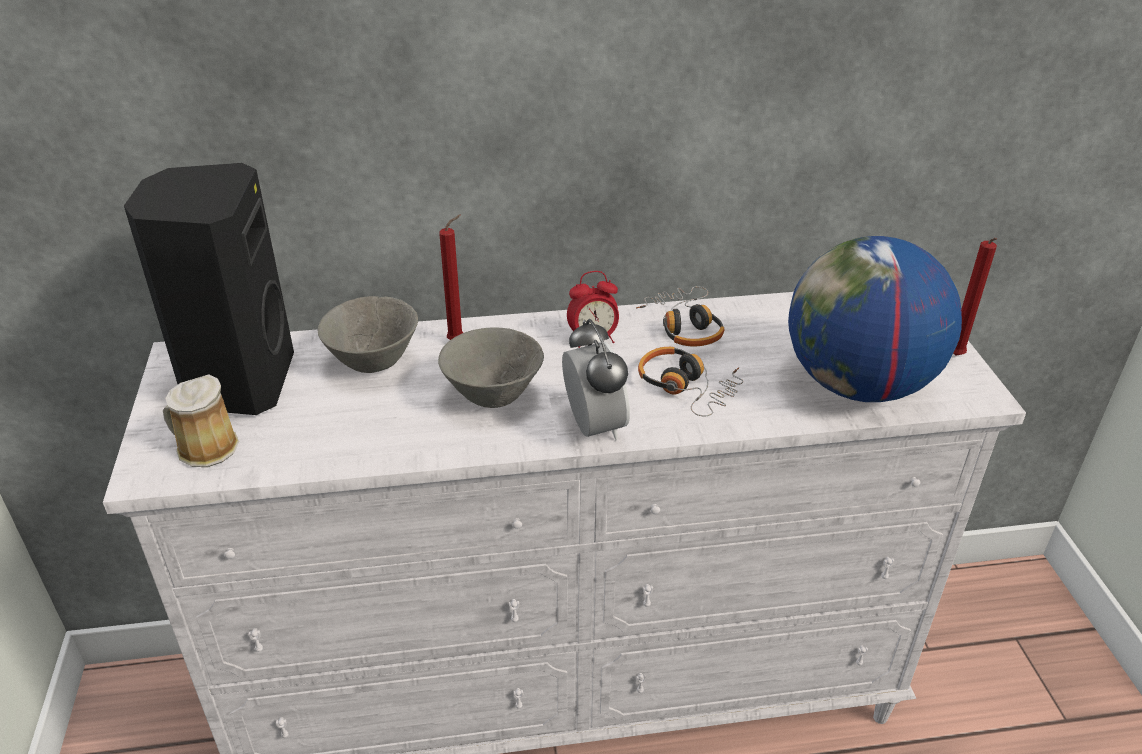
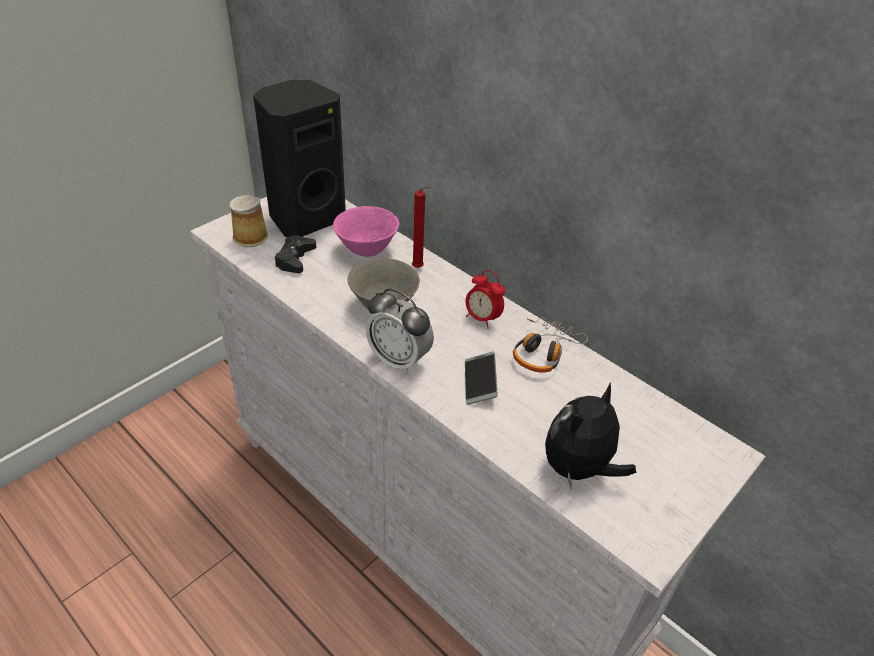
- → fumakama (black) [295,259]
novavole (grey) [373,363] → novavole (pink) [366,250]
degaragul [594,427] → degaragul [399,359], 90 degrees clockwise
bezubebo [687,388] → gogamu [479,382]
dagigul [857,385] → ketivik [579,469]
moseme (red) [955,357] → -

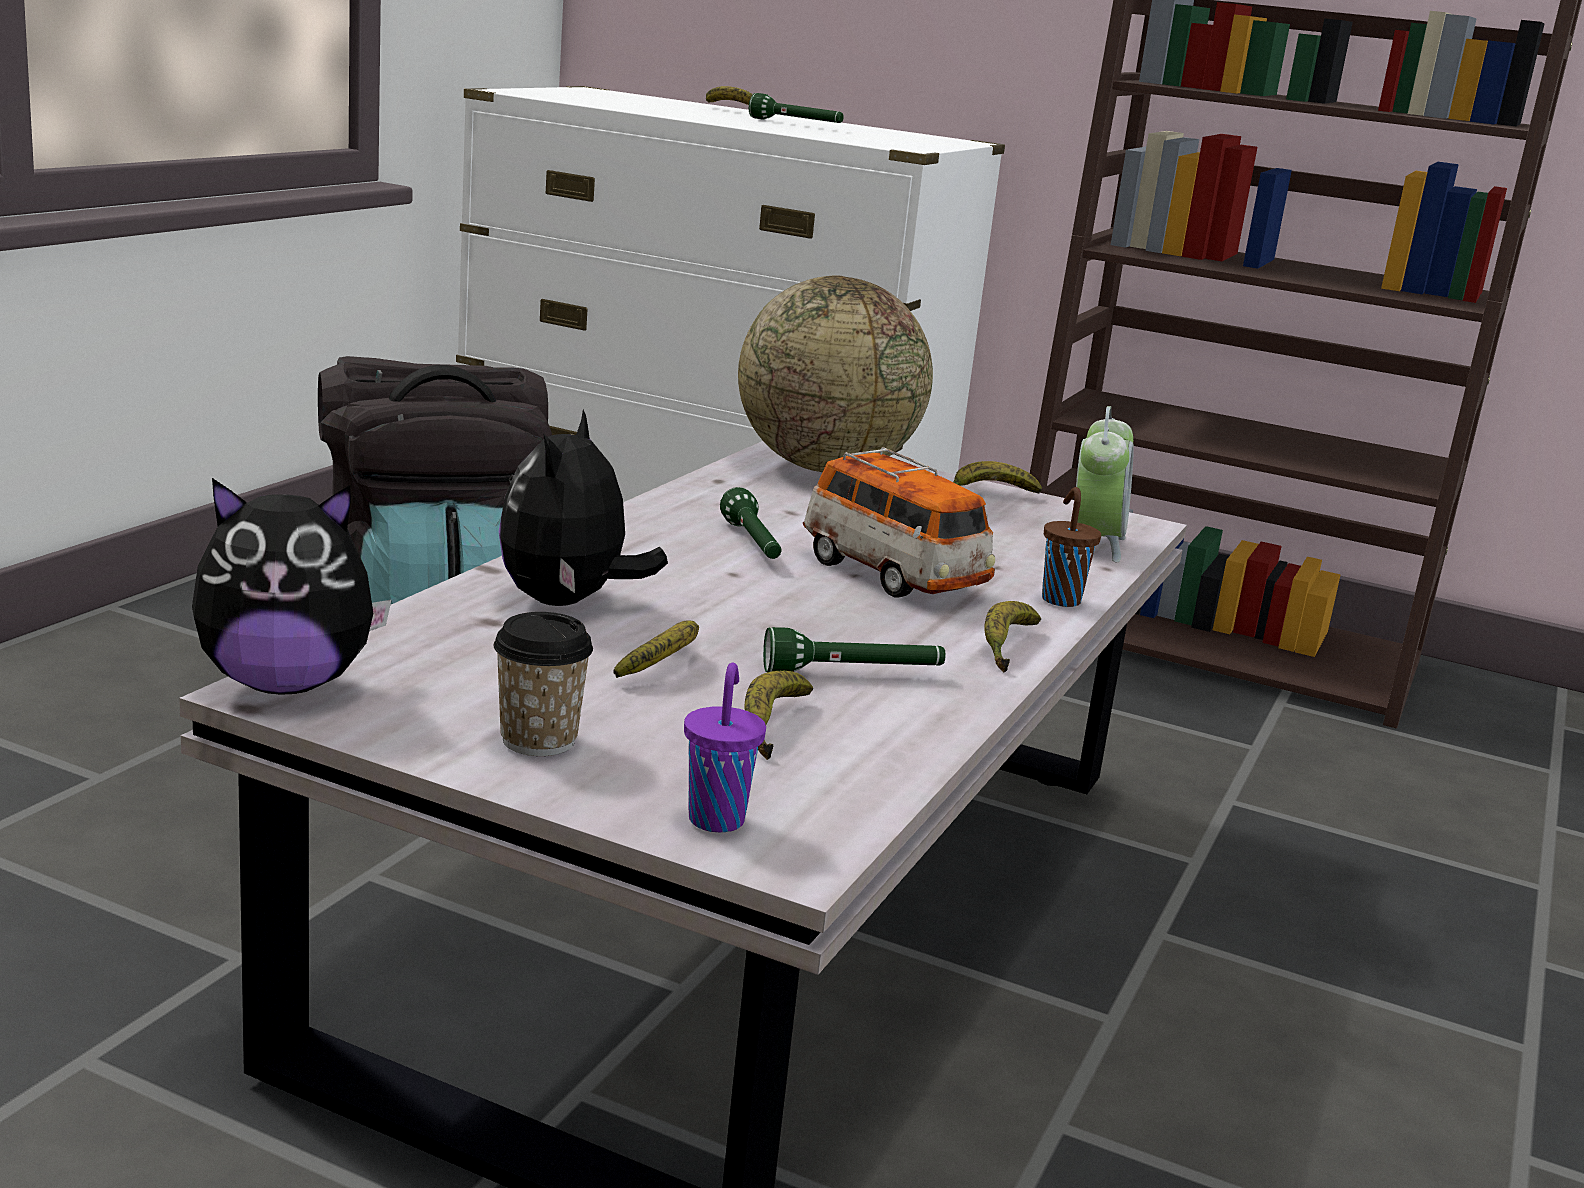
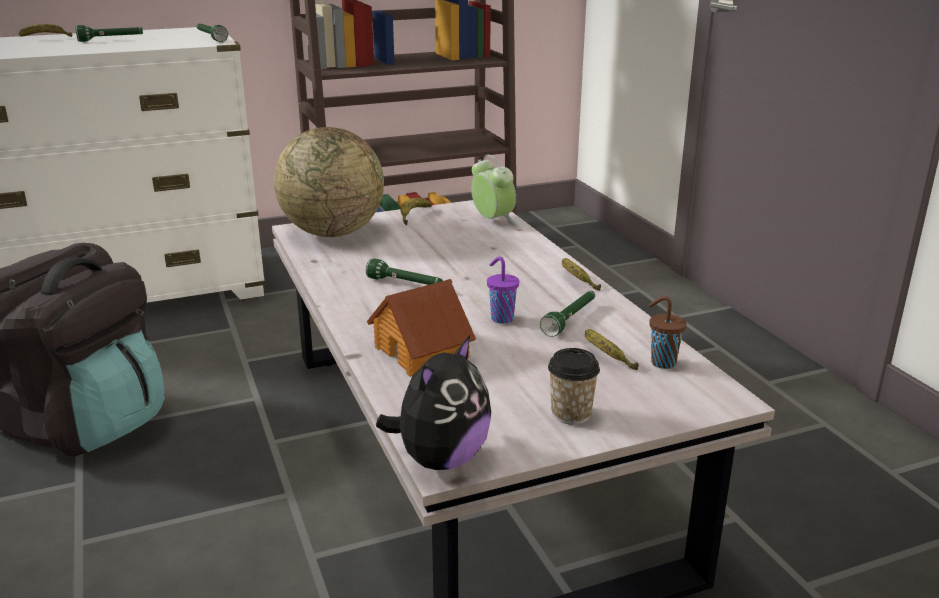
- → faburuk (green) [210,38]
ketivik [568,603] → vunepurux [422,351]
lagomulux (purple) [717,818] → lagomulux (purple) [501,318], move
lagomulux (brown) [1060,599] → lagomulux (brown) [661,362], move
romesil [664,665] → -
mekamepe [893,576] → -

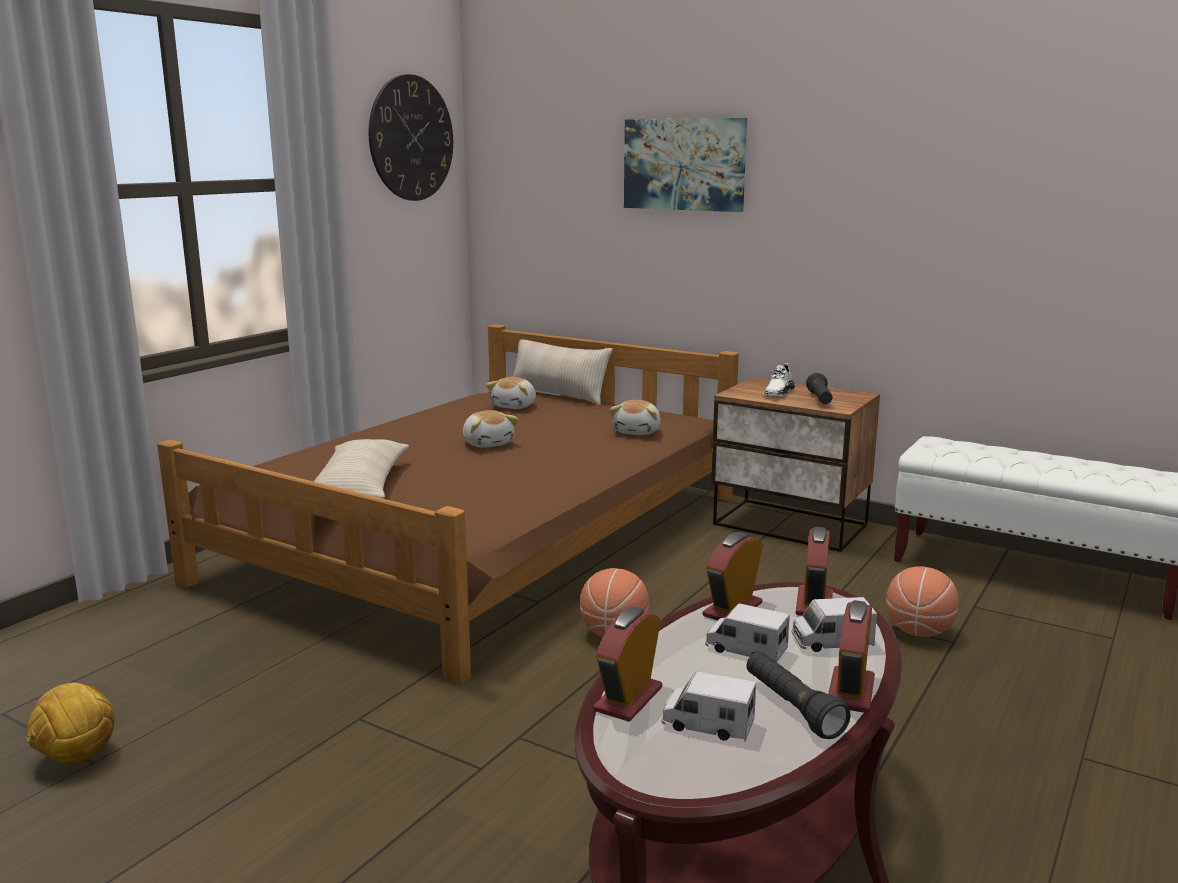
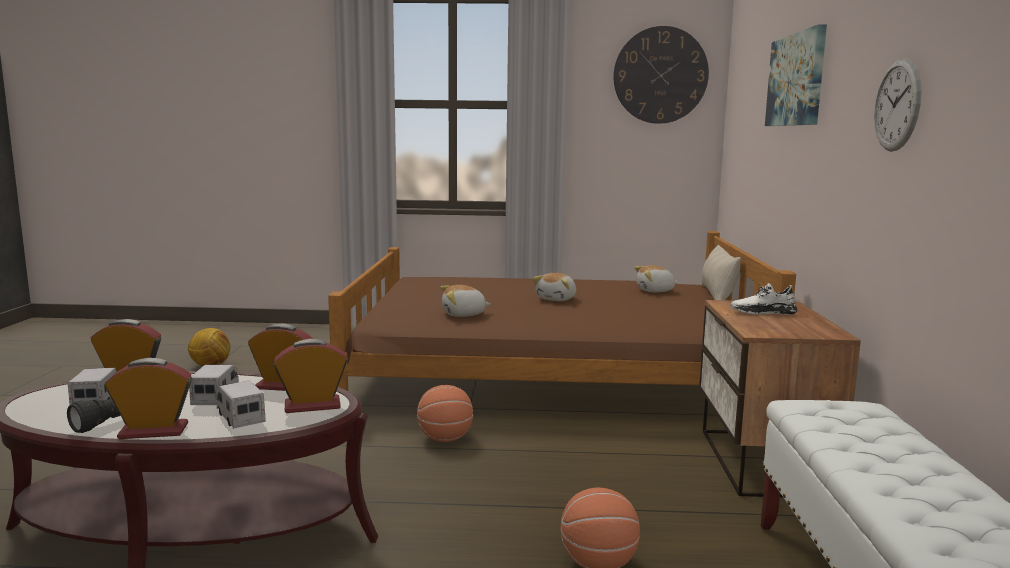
ketivik [638,432] → ketivik [464,314], move
- → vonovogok [897,105]
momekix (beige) [359,488] → -
faburuk (black) [820,400] → -

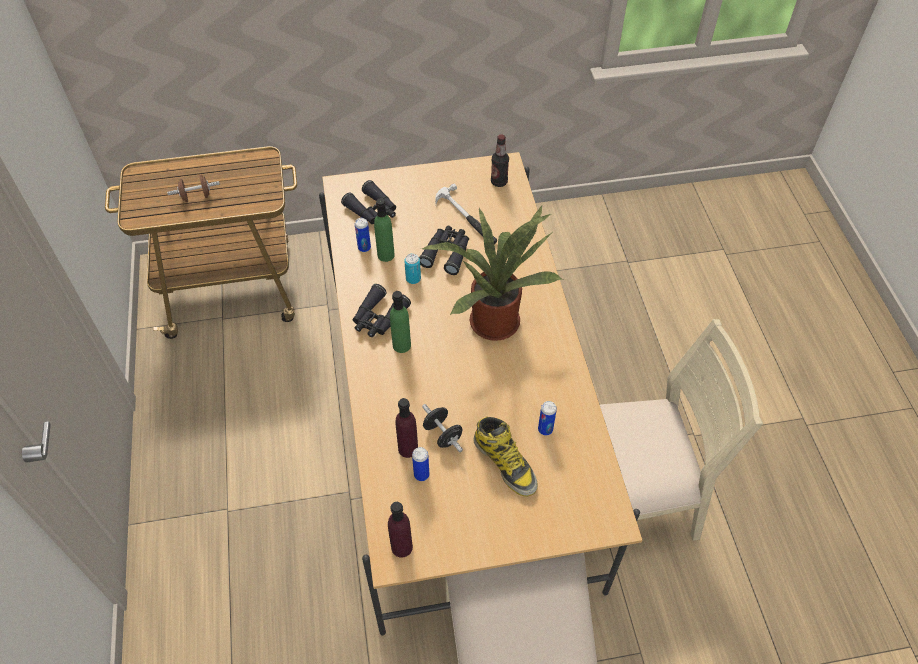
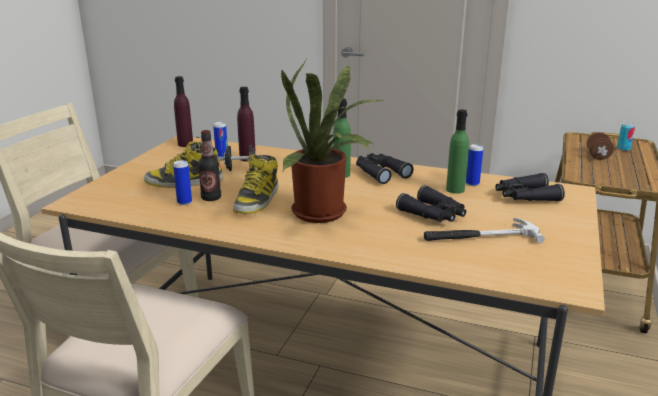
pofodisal [499,182] → pofodisal [211,198], move
- → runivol [257,200]
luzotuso [413,278] → luzotuso [623,149], move

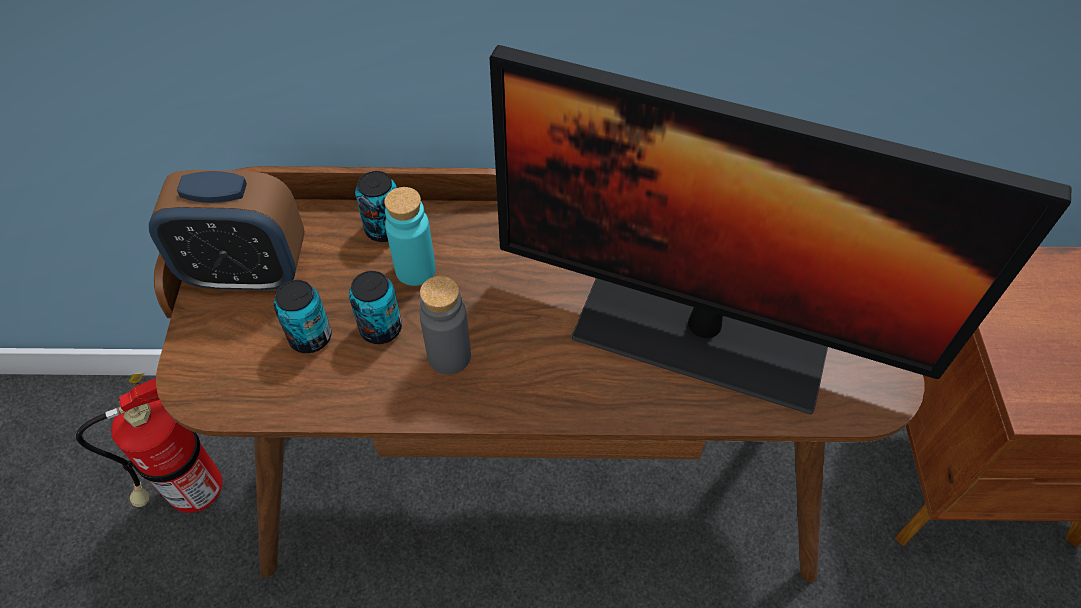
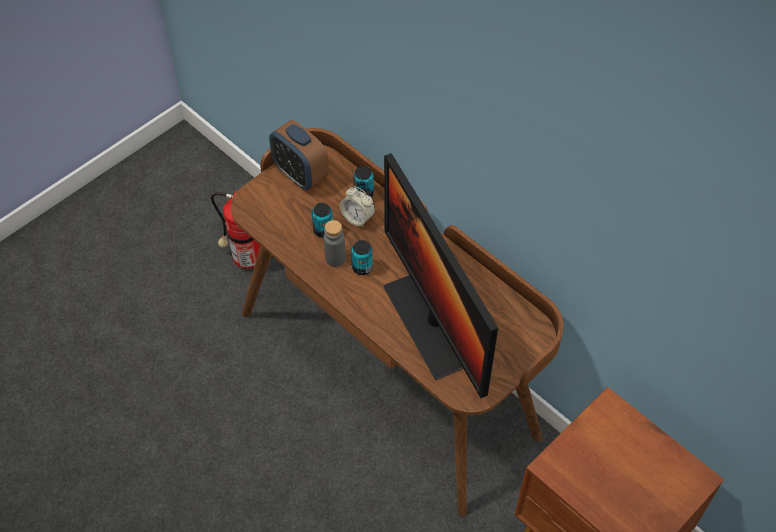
pofodisal (turquoise) [415,270] → degaragul [357,218]
luzotuso [310,337] → luzotuso [362,267], move

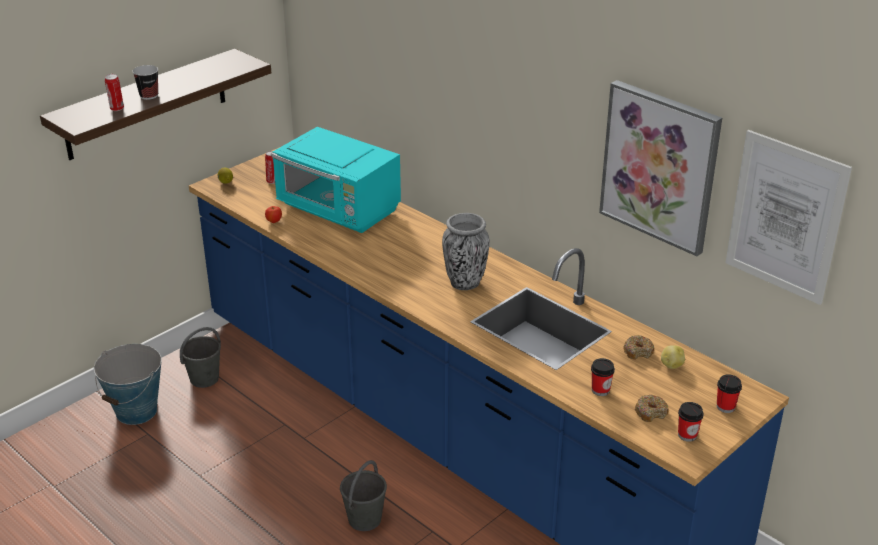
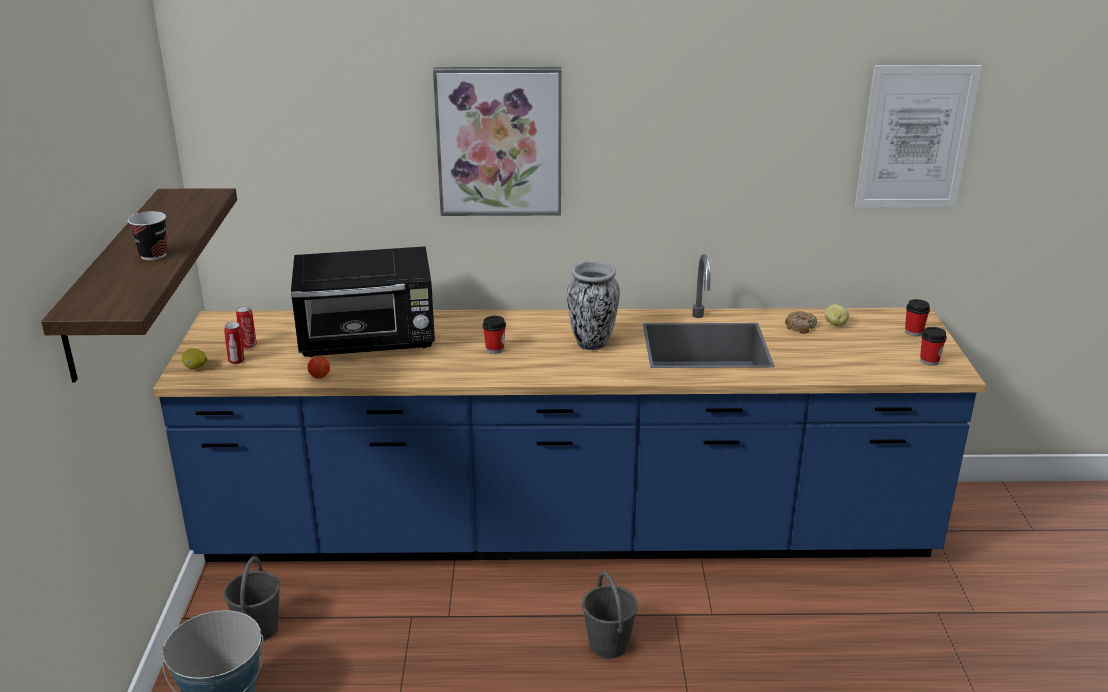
luzotuso [116,109] → luzotuso [237,361], move
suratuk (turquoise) [339,210] → suratuk (black) [369,340]
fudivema [659,166] → fudivema [499,141], move
lagomulux [600,390] → lagomulux [495,349], move
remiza [651,412] → -

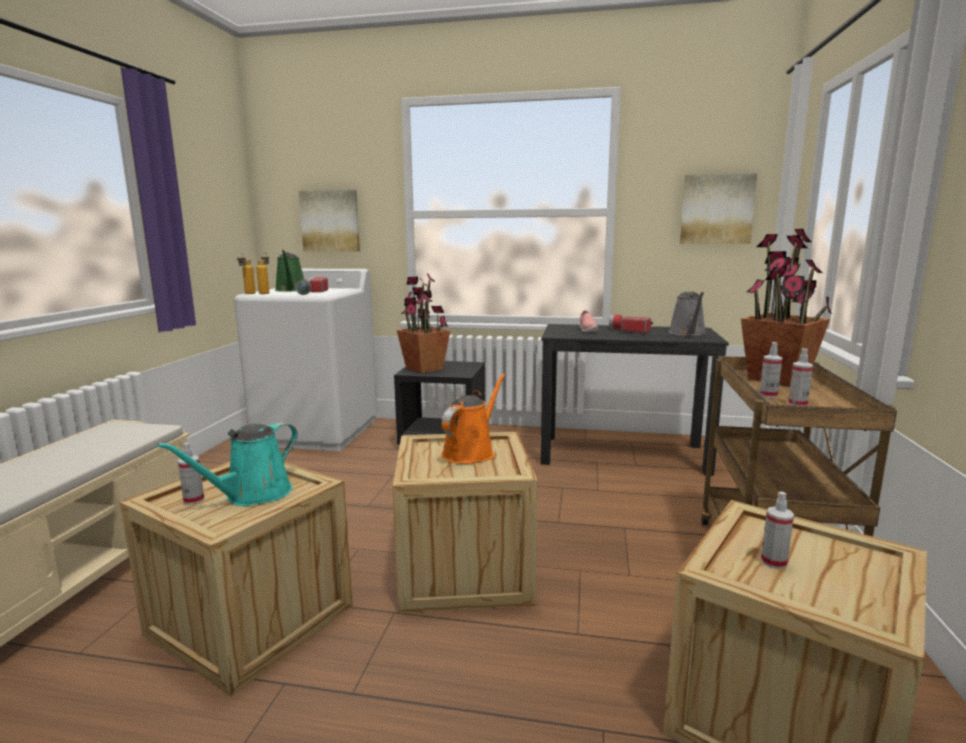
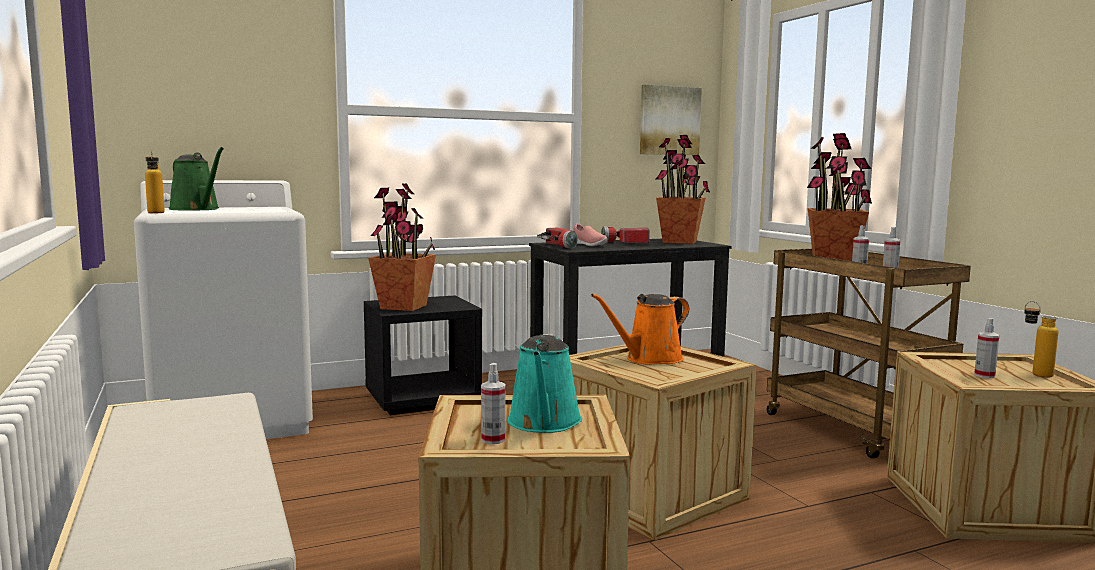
faburuk [312,293] → faburuk [560,246], move
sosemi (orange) [471,452] → sosemi (orange) [649,359], 120 degrees counterclockwise
sosemi (grey) [688,333] → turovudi [679,242]
pofodisal [266,293] → pofodisal [1034,373], move
fudivema [330,221] → -

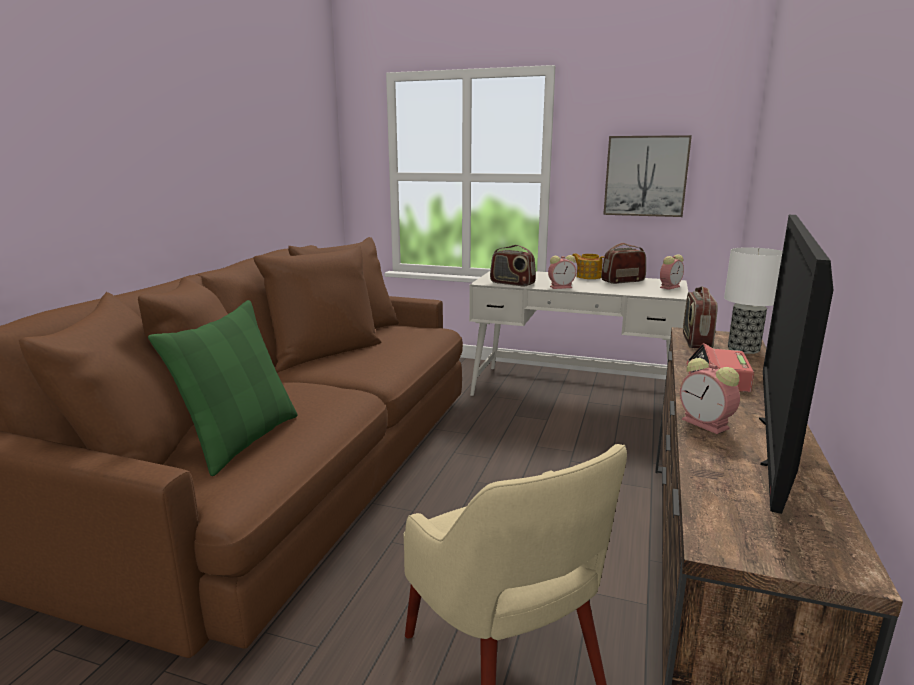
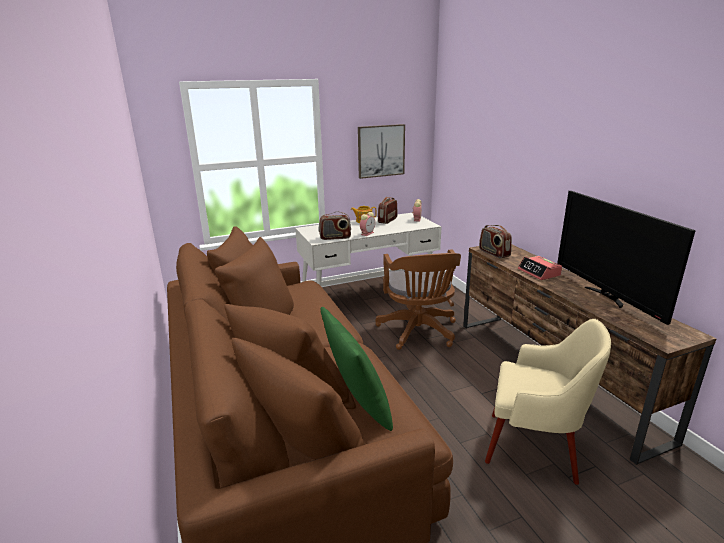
- → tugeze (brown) [419,333]
degaragul [707,424] → -
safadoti [744,349] → -

